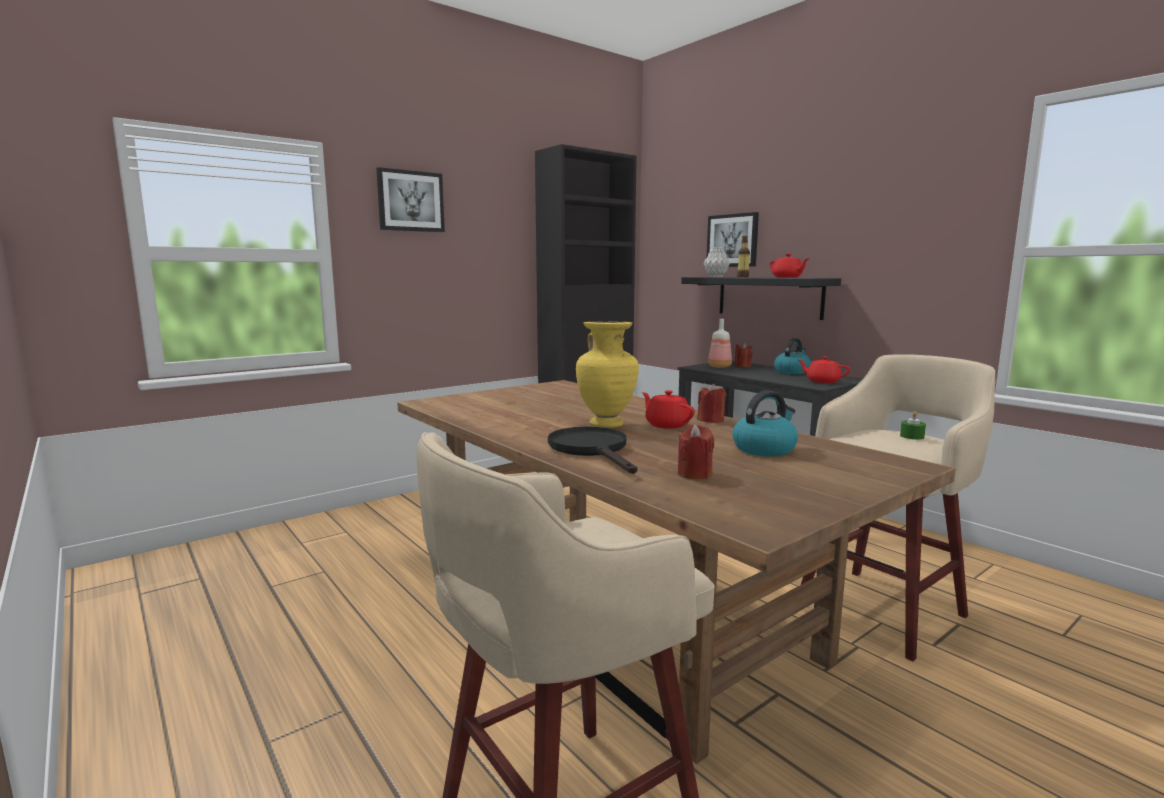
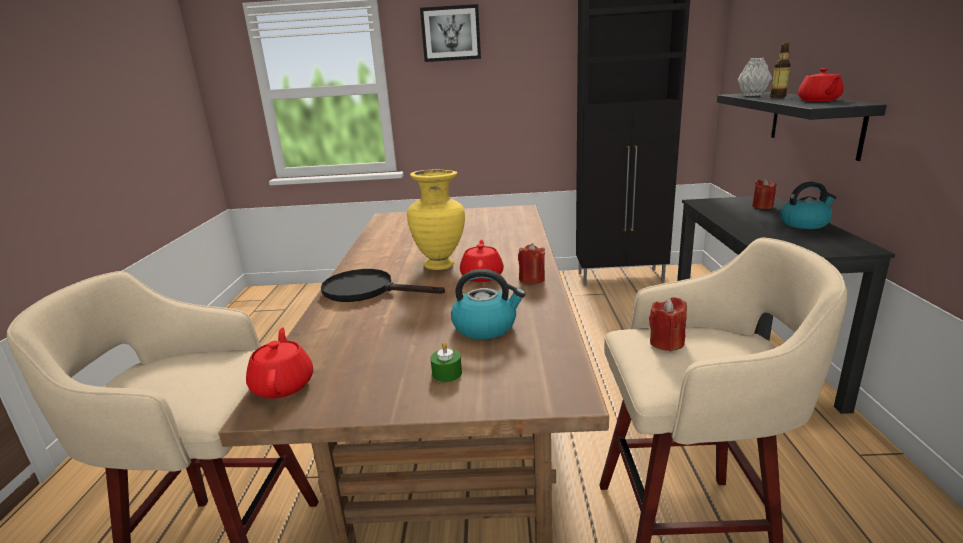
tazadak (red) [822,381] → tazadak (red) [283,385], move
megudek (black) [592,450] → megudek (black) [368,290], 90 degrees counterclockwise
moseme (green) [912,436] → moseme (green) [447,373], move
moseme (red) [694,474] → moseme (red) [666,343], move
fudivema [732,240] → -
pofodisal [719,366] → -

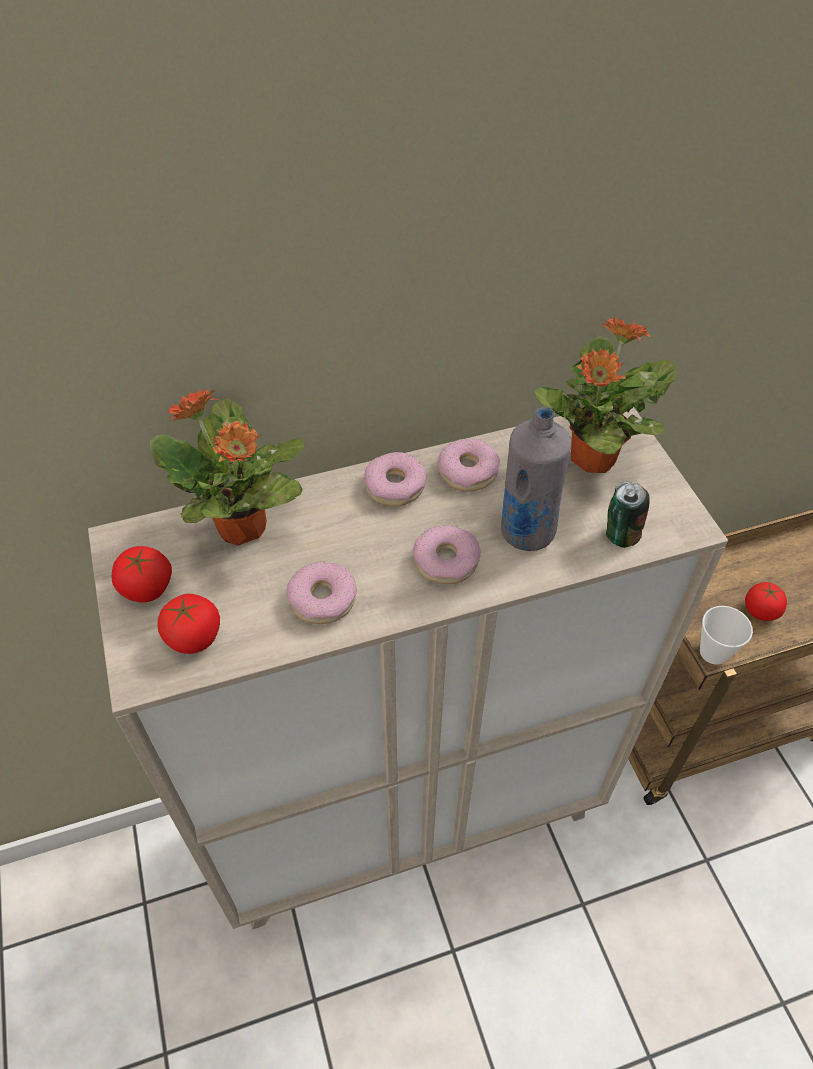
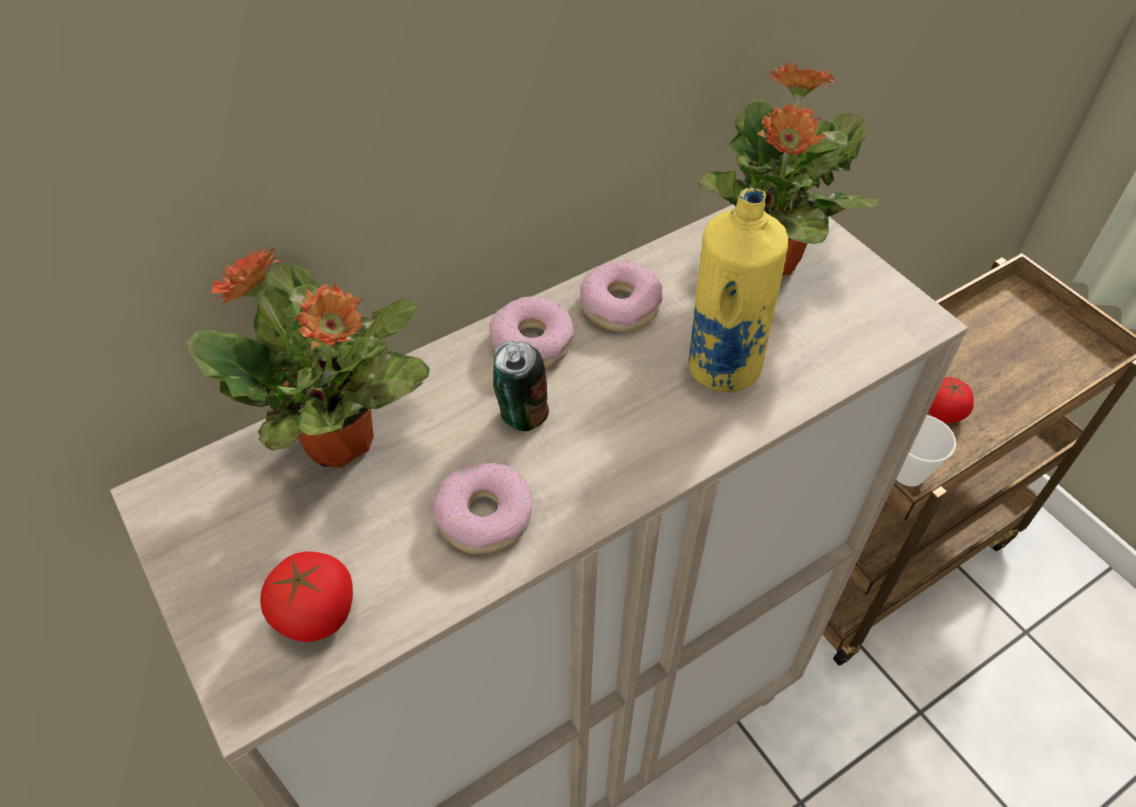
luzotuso [619,535] → luzotuso [521,414], move
pofodisal (grey) [526,532] → pofodisal (yellow) [722,367]
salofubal [146,588] → -
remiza [446,561] → -

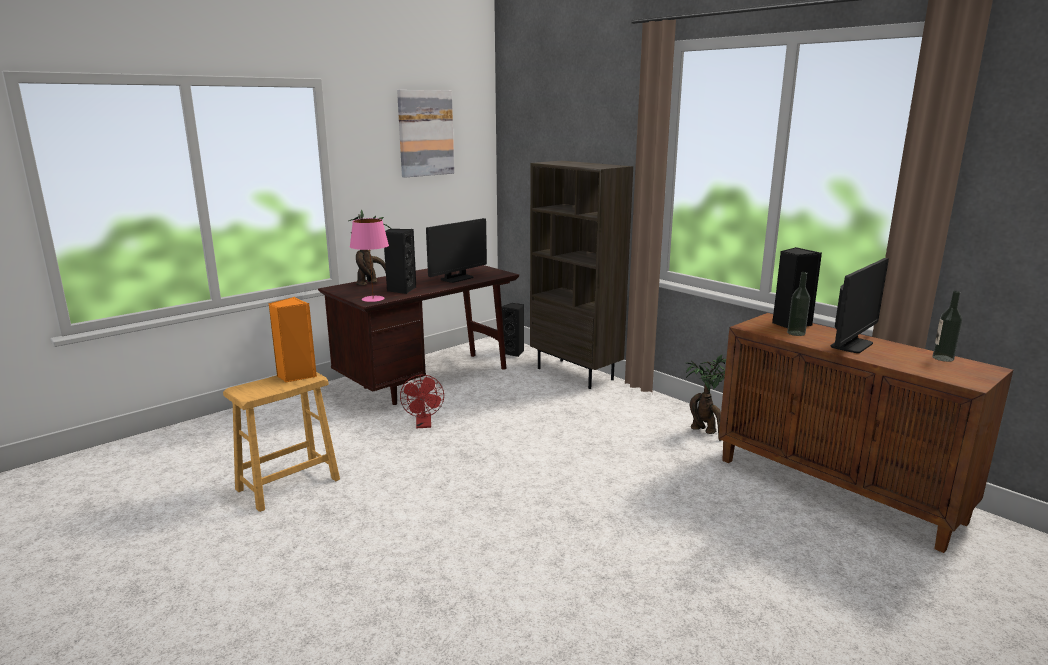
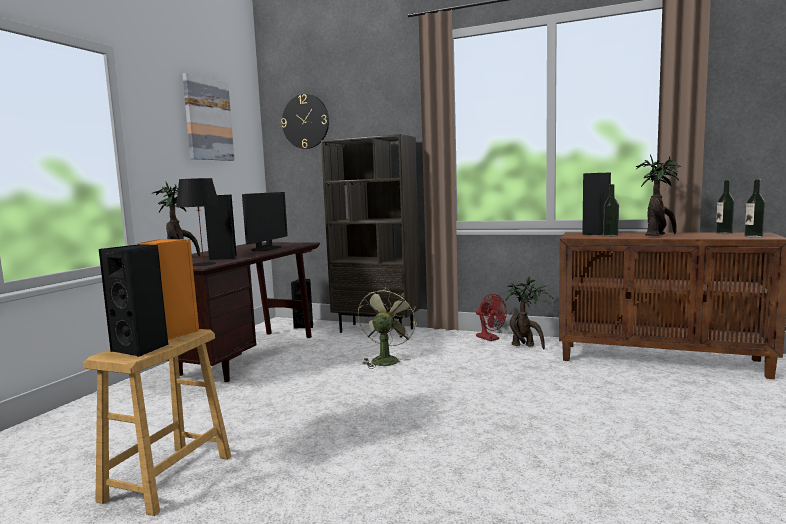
- → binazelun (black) [142,348]
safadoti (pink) [373,299] → safadoti (black) [204,264]
- → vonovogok [305,121]
- → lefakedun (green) [386,359]
lefakedun (red) [424,425] → lefakedun (red) [490,339], move
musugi [851,345] → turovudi [658,235]
- → pofodisal [753,236]

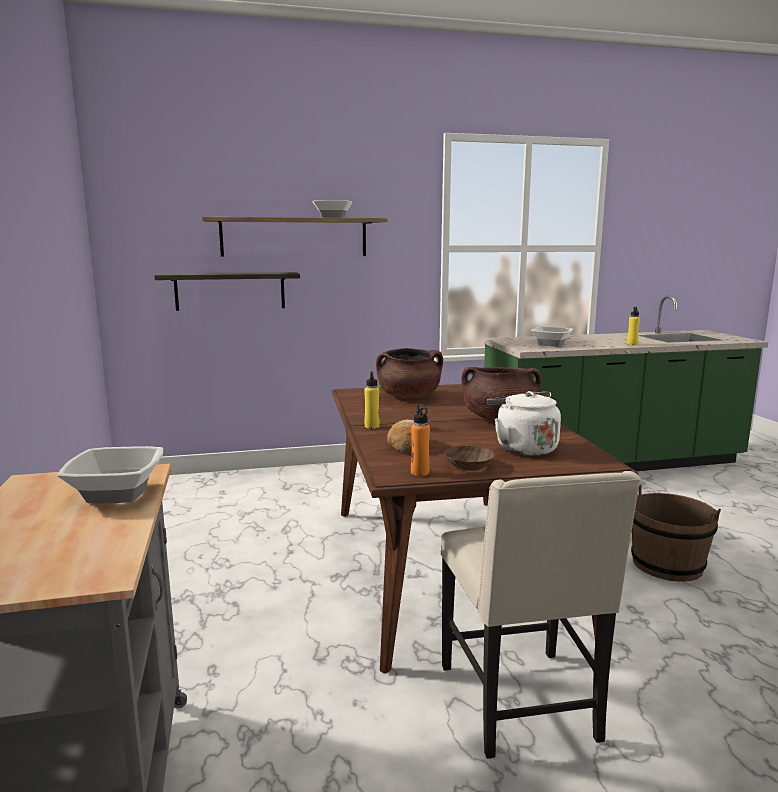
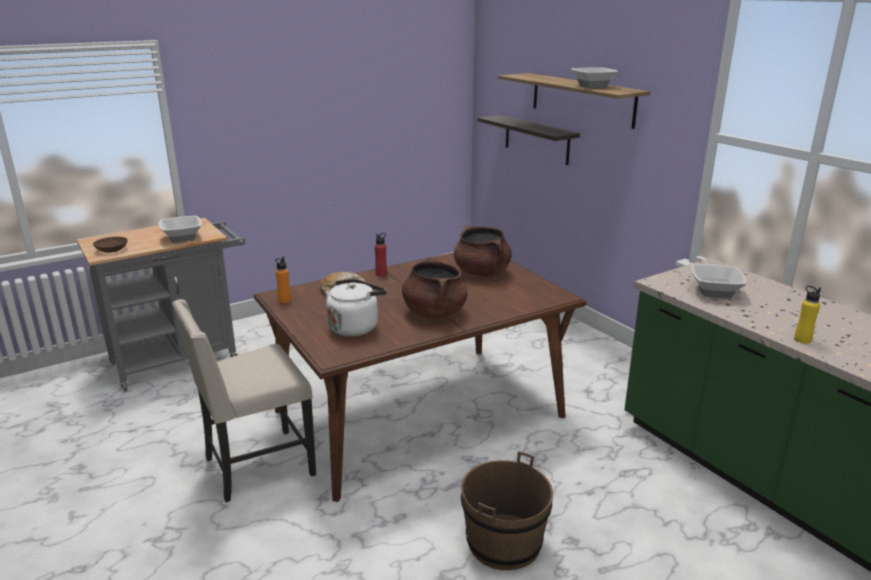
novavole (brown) [468,466] → novavole (brown) [111,249], move
pofodisal (yellow) [372,426] → pofodisal (red) [381,274]

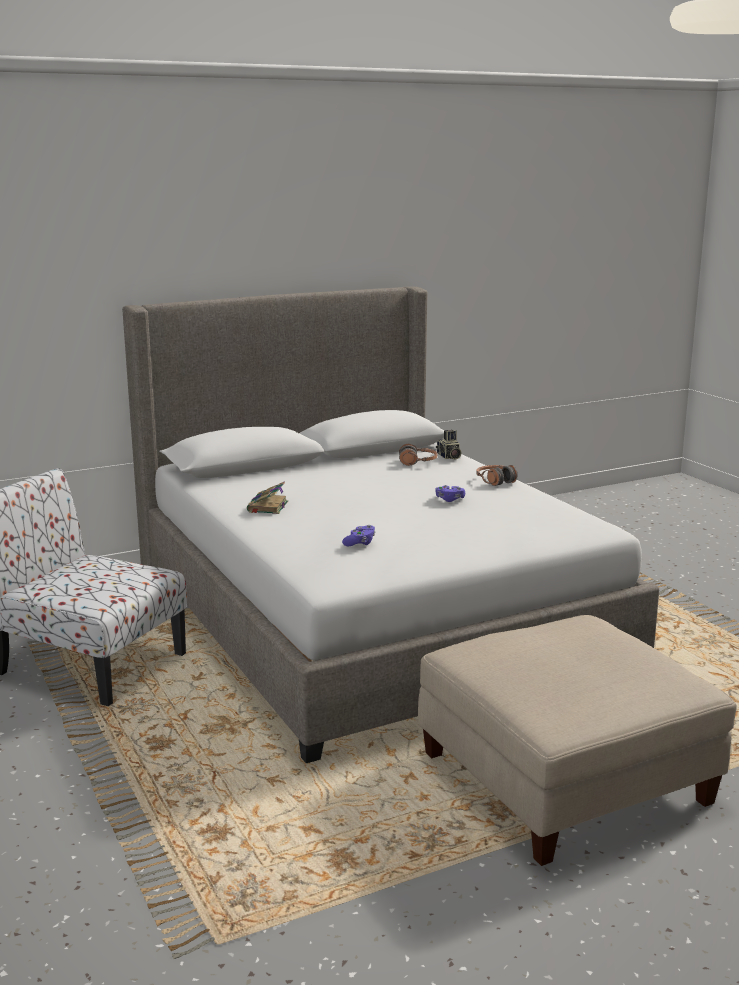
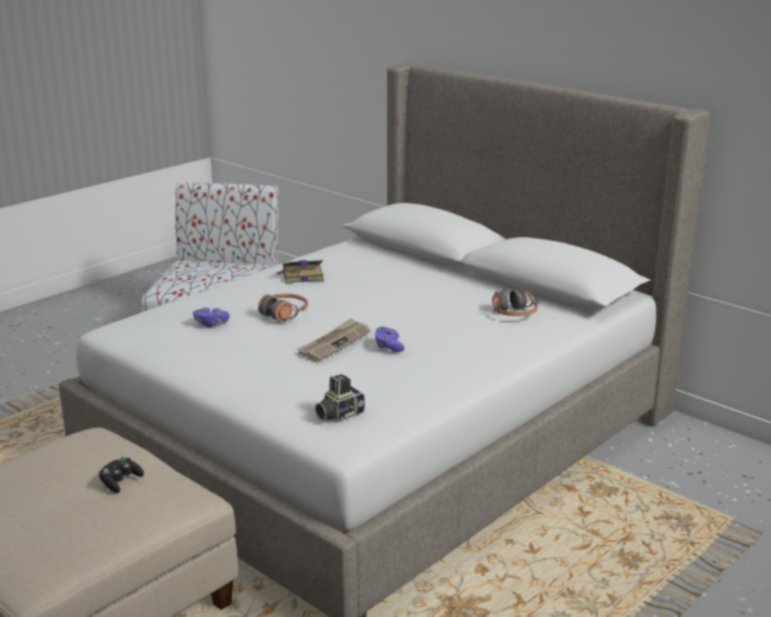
- → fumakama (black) [120,482]
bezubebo [496,481] → bezubebo [284,314], move
- → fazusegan [334,342]
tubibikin [448,457] → tubibikin [338,414], move

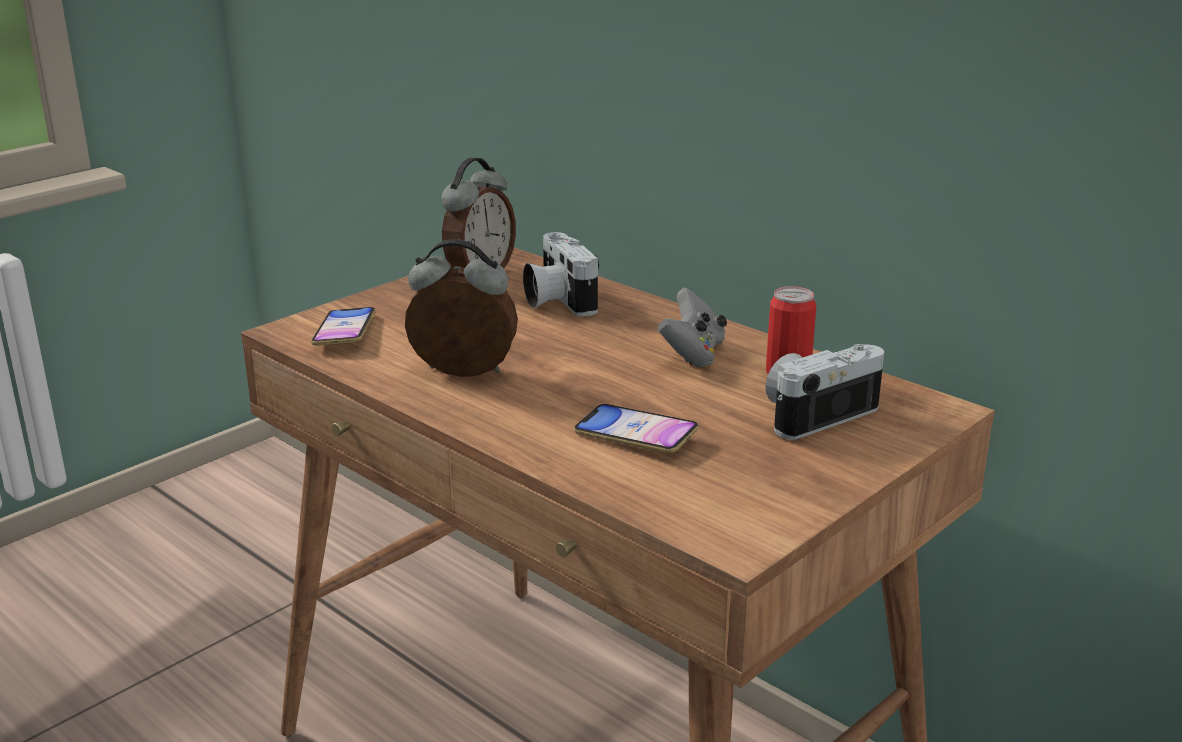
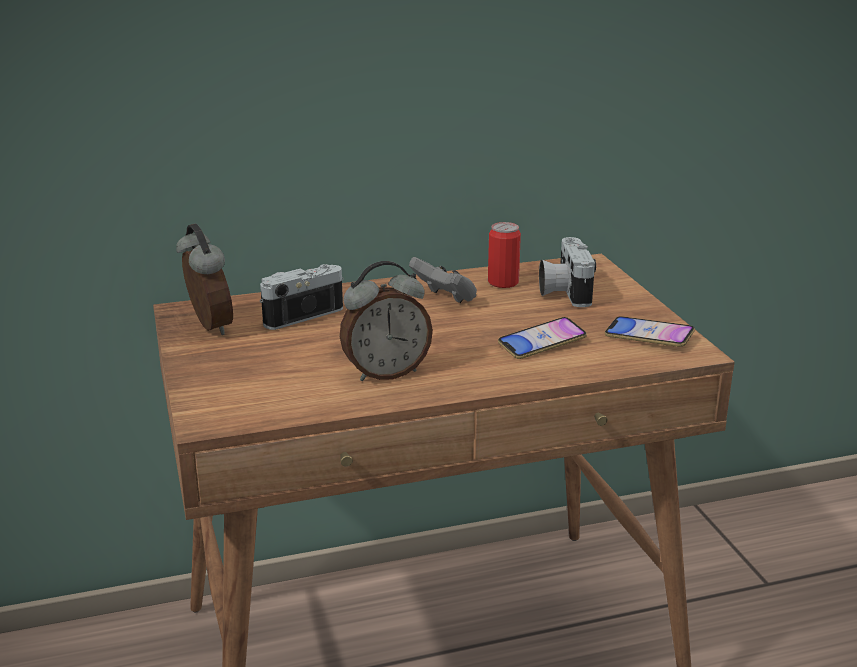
tubibikin [556,300] → tubibikin [298,313], 135 degrees clockwise
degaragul [463,374] → degaragul [386,373], 150 degrees counterclockwise
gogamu [345,333] → gogamu [648,337], move

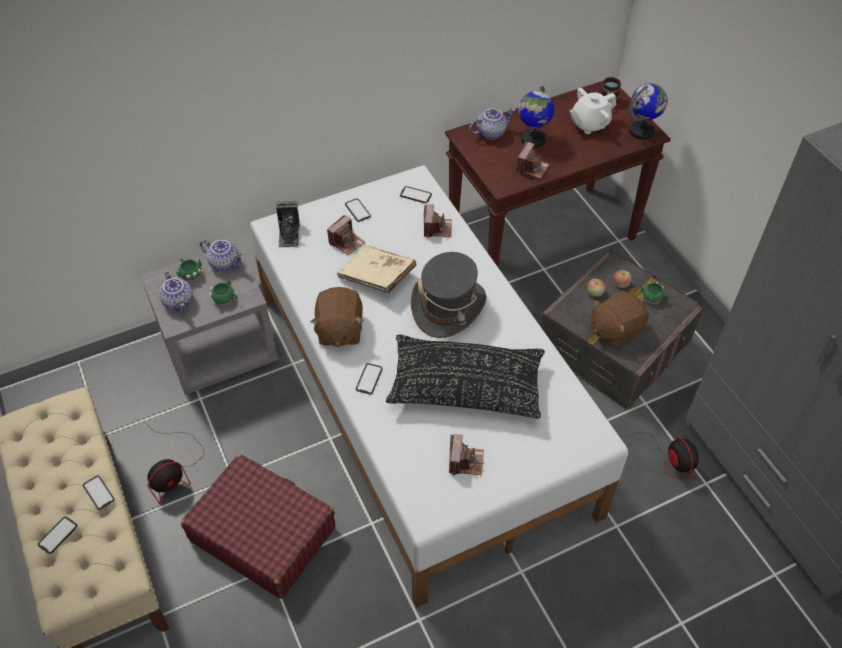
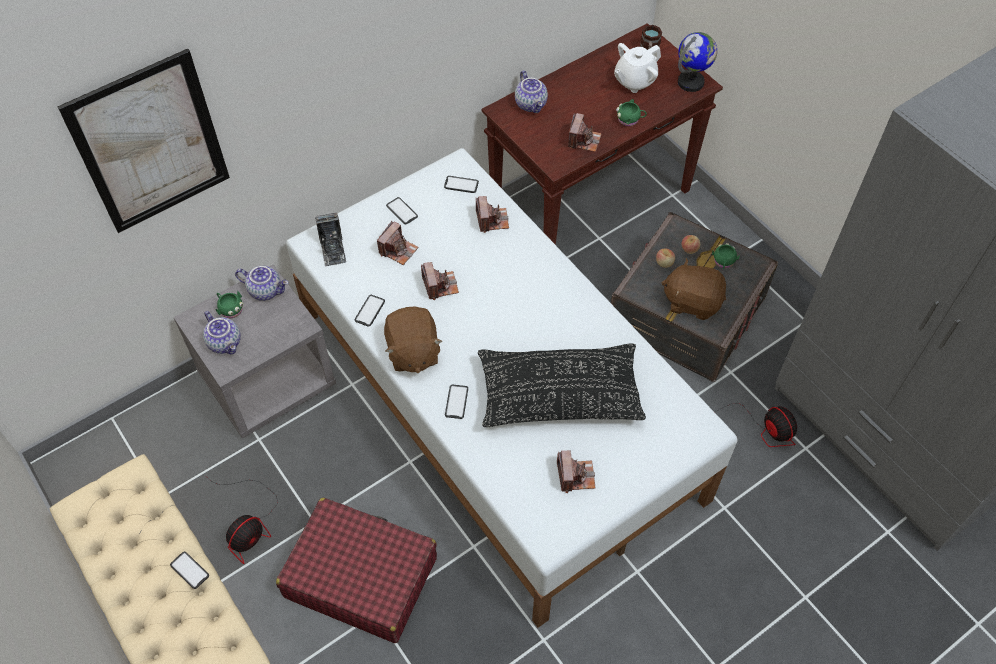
- → fudivema [150,144]
gogamu [58,535] → gogamu [370,311], move
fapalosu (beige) [377,277] → tubibikin [440,286]
tazadak [491,133] → tazadak [531,104], 105 degrees clockwise
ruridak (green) [225,299] → ruridak (green) [630,119], move
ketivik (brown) [615,329] → ketivik (brown) [692,301], 60 degrees clockwise
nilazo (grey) [448,306] → -
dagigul [532,139] → -

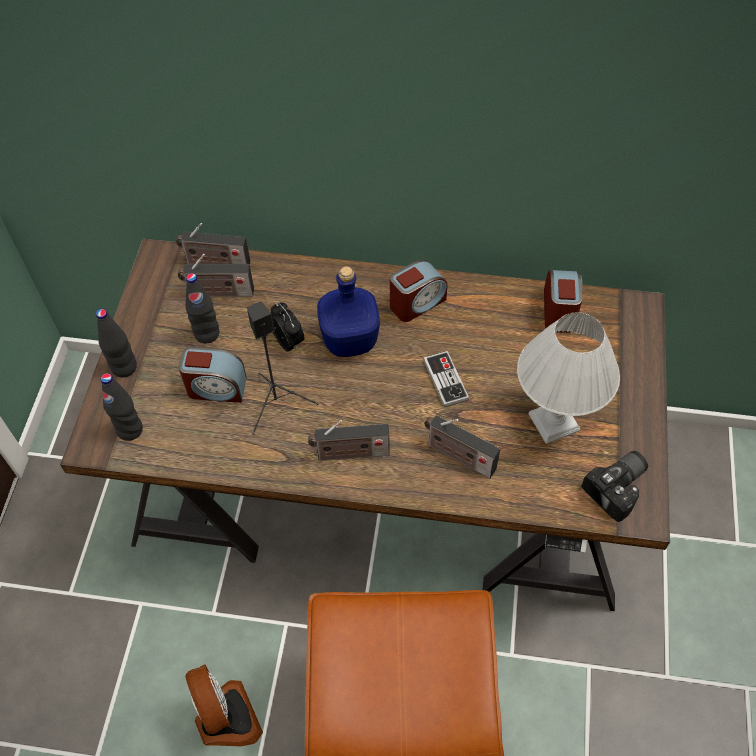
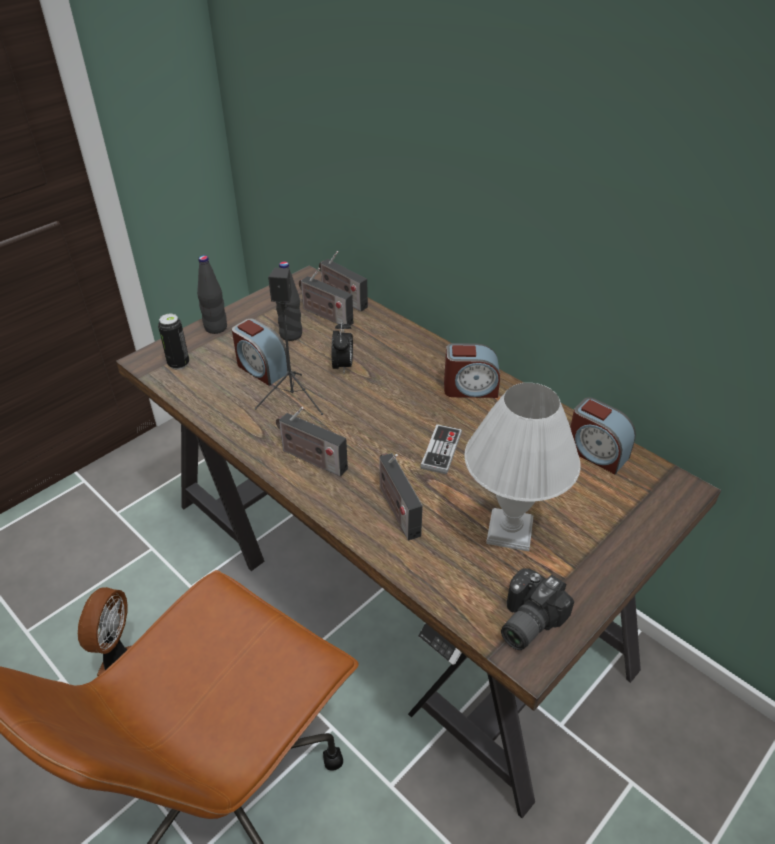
pofodisal (black) [130,430] → luzotuso [178,364]
tubibikin [619,489] → tubibikin [525,620], 135 degrees clockwise
degaragul [559,311] → degaragul [596,453], 90 degrees clockwise
pofodisal (blue) [350,341] → -

